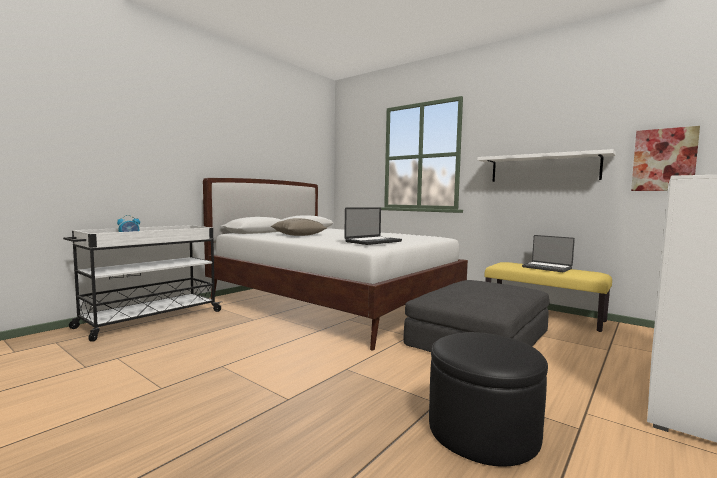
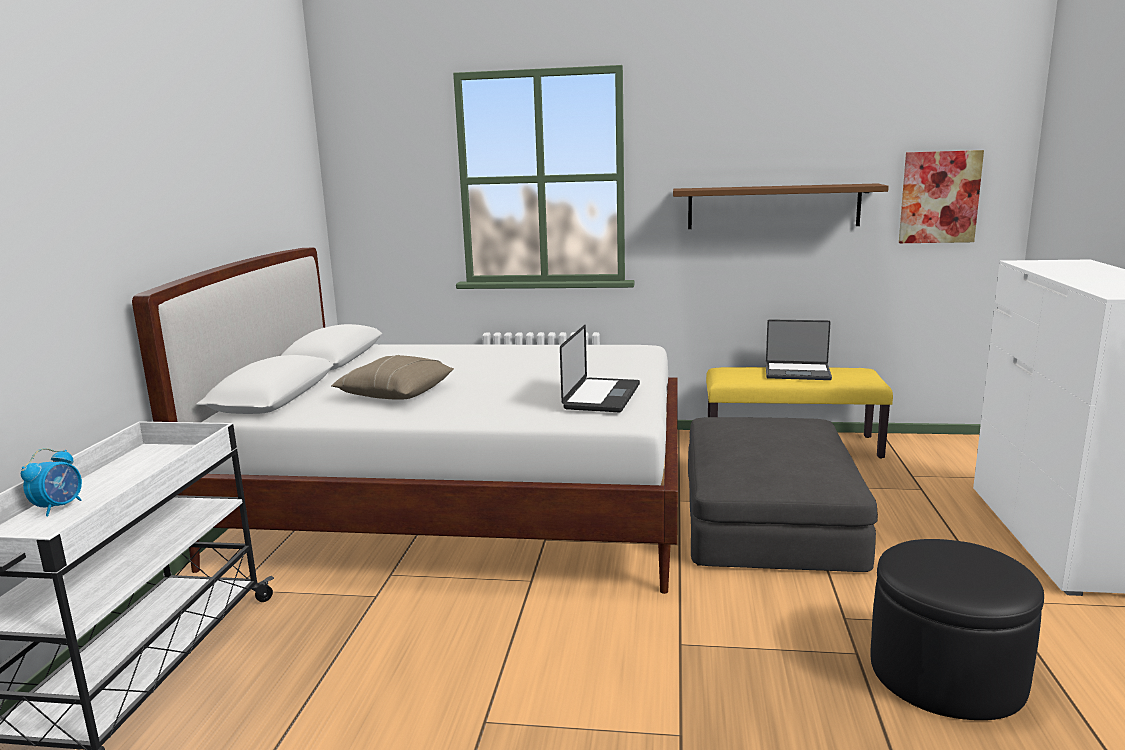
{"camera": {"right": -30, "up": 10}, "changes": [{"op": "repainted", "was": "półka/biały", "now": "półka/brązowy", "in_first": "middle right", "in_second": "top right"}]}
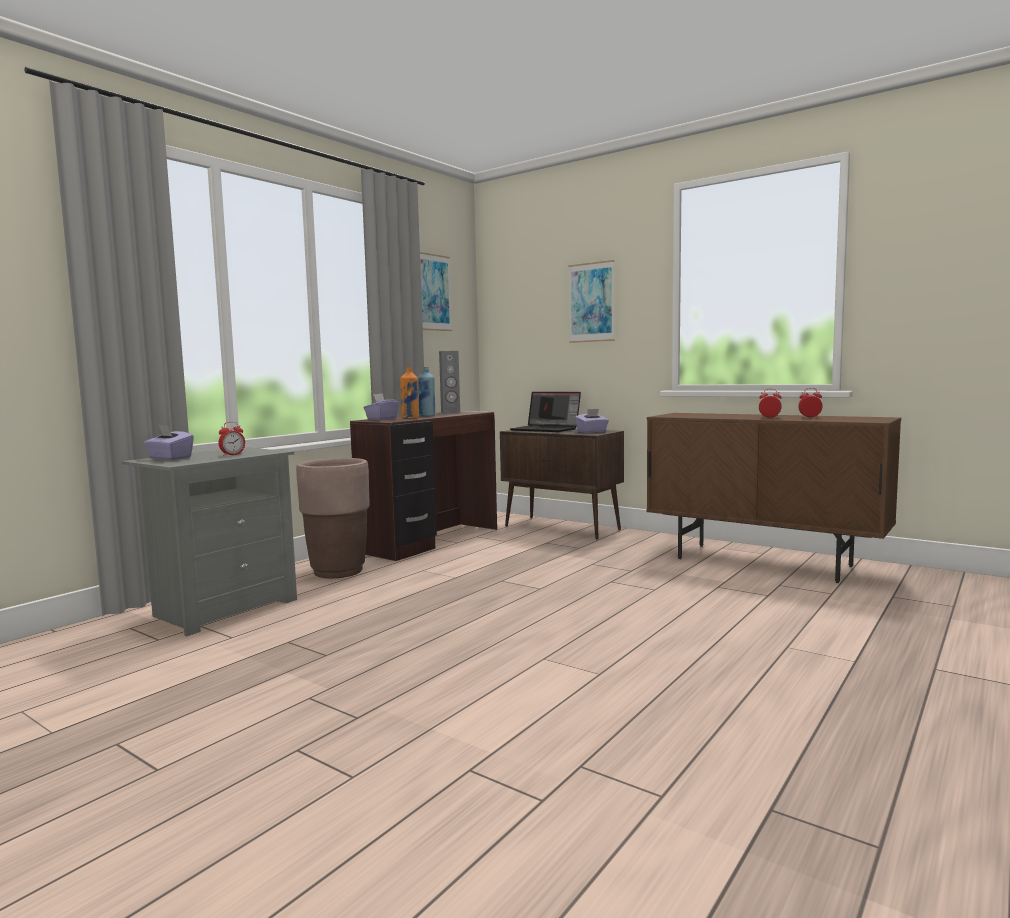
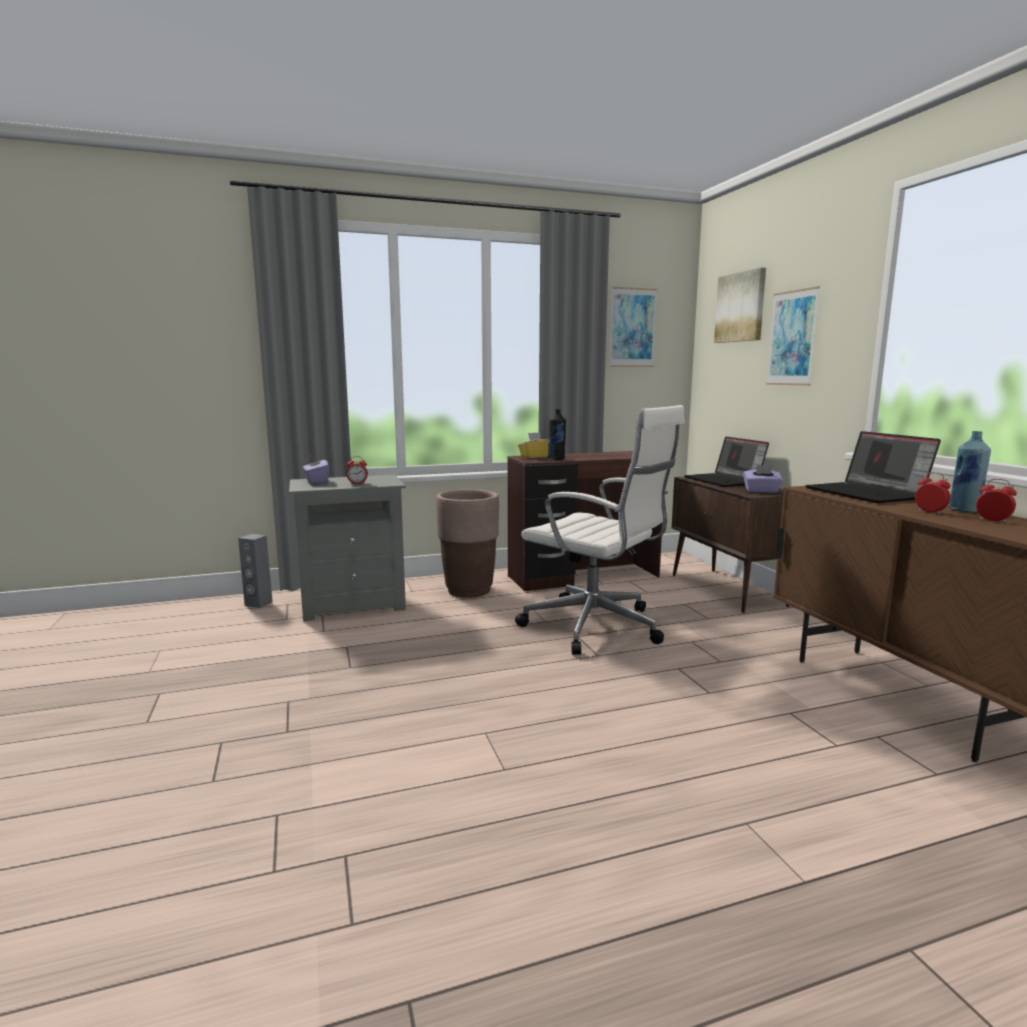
{"camera": {"right": 35, "up": 5}, "changes": [{"op": "repainted", "was": "pudełko chusteczek/fioletowy (no. 2 from left)", "now": "pudełko chusteczek/żółty", "in_first": "centre", "in_second": "centre"}, {"op": "repainted", "was": "butelka/pomarańczowy", "now": "butelka/czarny", "in_first": "centre", "in_second": "centre"}, {"op": "shifted", "was": "butelka/niebieski", "in_first": "centre", "in_second": "middle right"}, {"op": "shifted", "was": "głośnik/szary", "in_first": "centre", "in_second": "middle left"}, {"op": "new", "now": "krzesło biurowe/biały", "in_second": "centre"}, {"op": "new", "now": "obraz (no. 2 from left)", "in_second": "top right"}, {"op": "new", "now": "laptop (no. 2 from left)", "in_second": "middle right"}]}
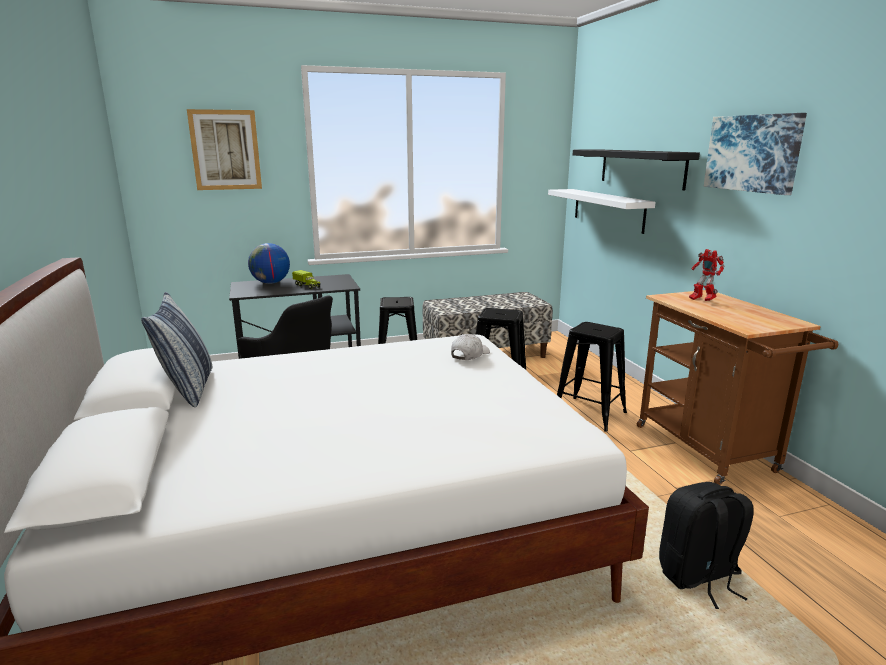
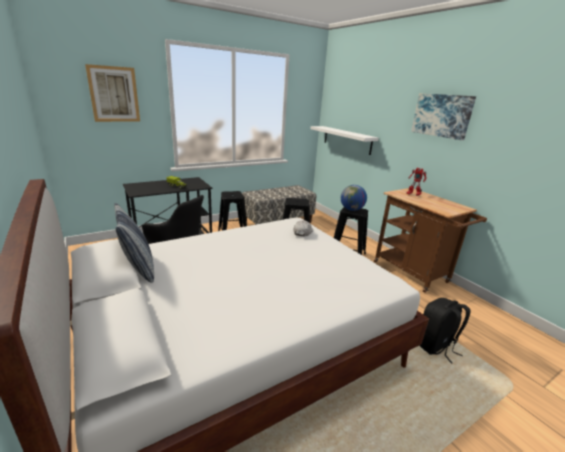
{"camera": {"right": -15, "up": 5}, "changes": [{"op": "shifted", "was": "globus", "in_first": "middle left", "in_second": "centre"}, {"op": "gone", "was": "półka/czarny", "in_first": "top right"}]}
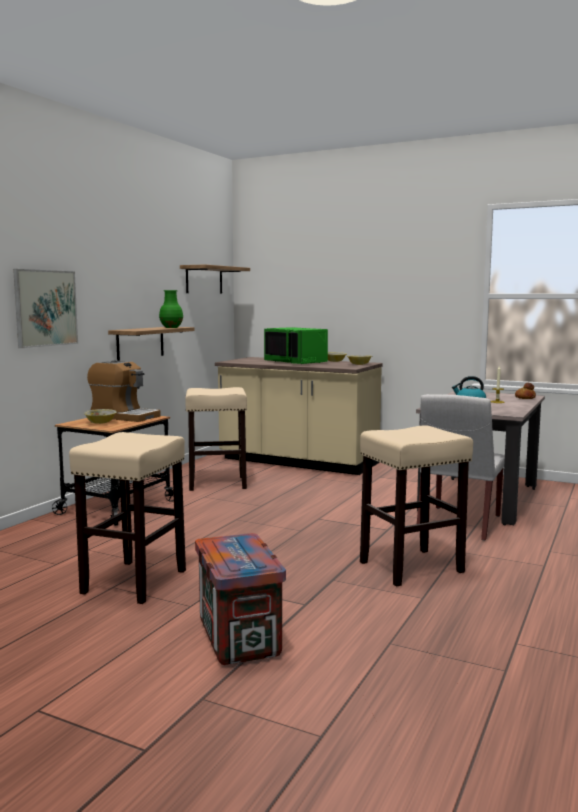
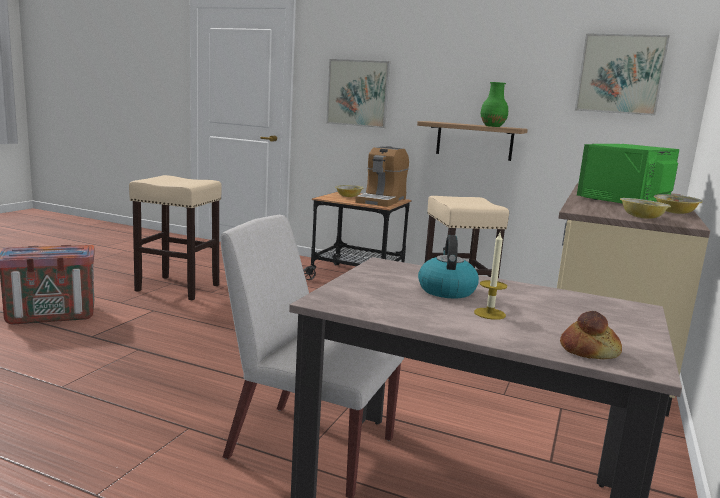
{"camera": {"right": 85, "up": 5}, "changes": [{"op": "swapped", "was": "półka (no. 2 from left)", "now": "obraz (no. 2 from left)", "in_first": "centre", "in_second": "top right"}, {"op": "gone", "was": "stołek/beżowy (no. 3 from left)", "in_first": "middle right"}]}
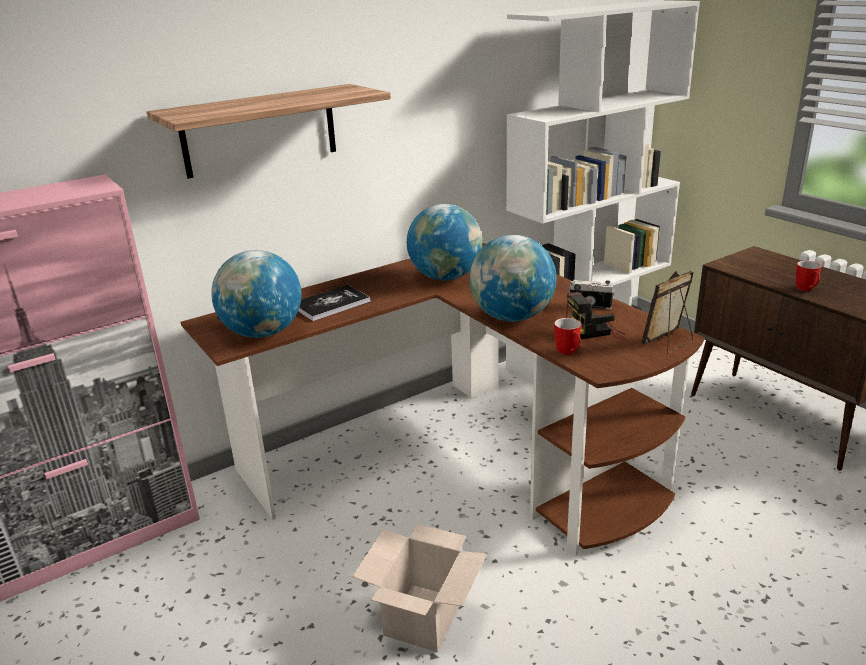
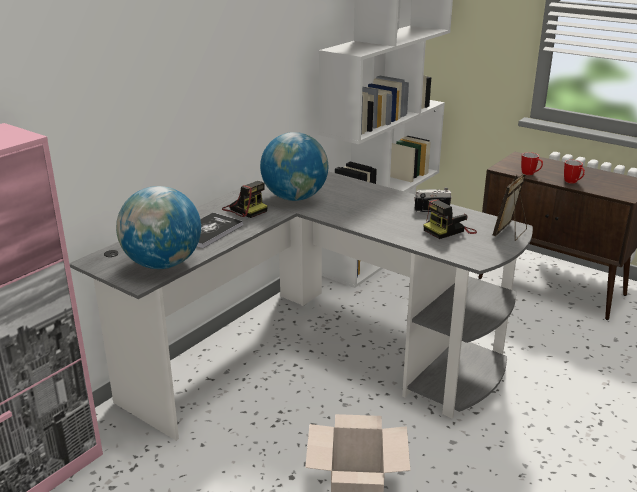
{"camera": {"right": -20, "up": 0}, "changes": [{"op": "gone", "was": "półka", "in_first": "top left"}, {"op": "repainted", "was": "biurko/brązowy", "now": "biurko/szary", "in_first": "centre", "in_second": "centre"}, {"op": "gone", "was": "globus (no. 3 from left)", "in_first": "centre"}, {"op": "shifted", "was": "kubek (no. 1 from left)", "in_first": "centre", "in_second": "top right"}, {"op": "new", "now": "aparat fotograficzny (no. 1 from left)", "in_second": "centre"}]}
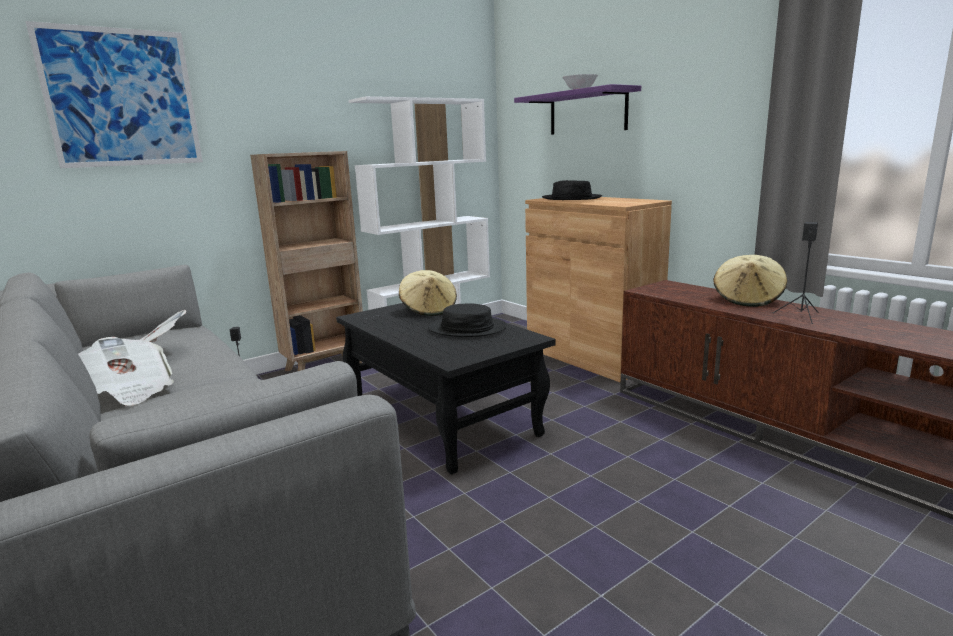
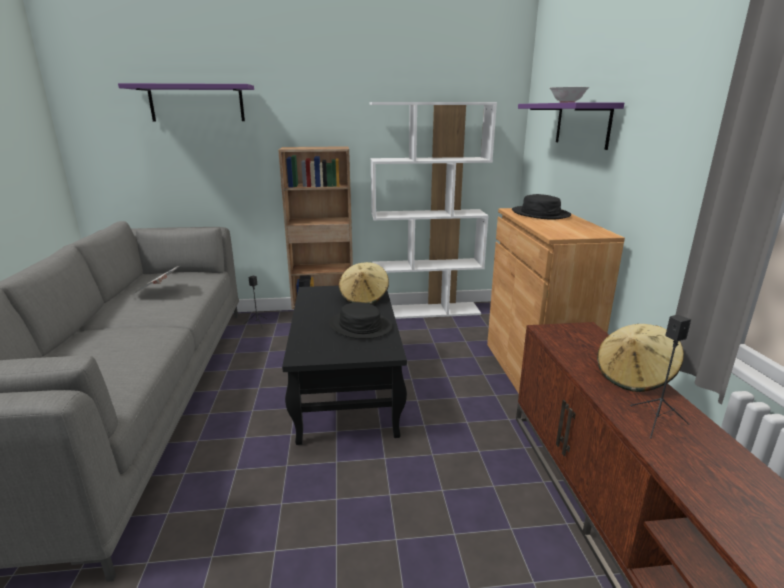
{"camera": {"right": 30, "up": 5}, "changes": [{"op": "swapped", "was": "obraz", "now": "półka/fioletowy (no. 1 from left)", "in_first": "top left", "in_second": "top left"}, {"op": "gone", "was": "gazeta (no. 1 from left)", "in_first": "middle left"}]}
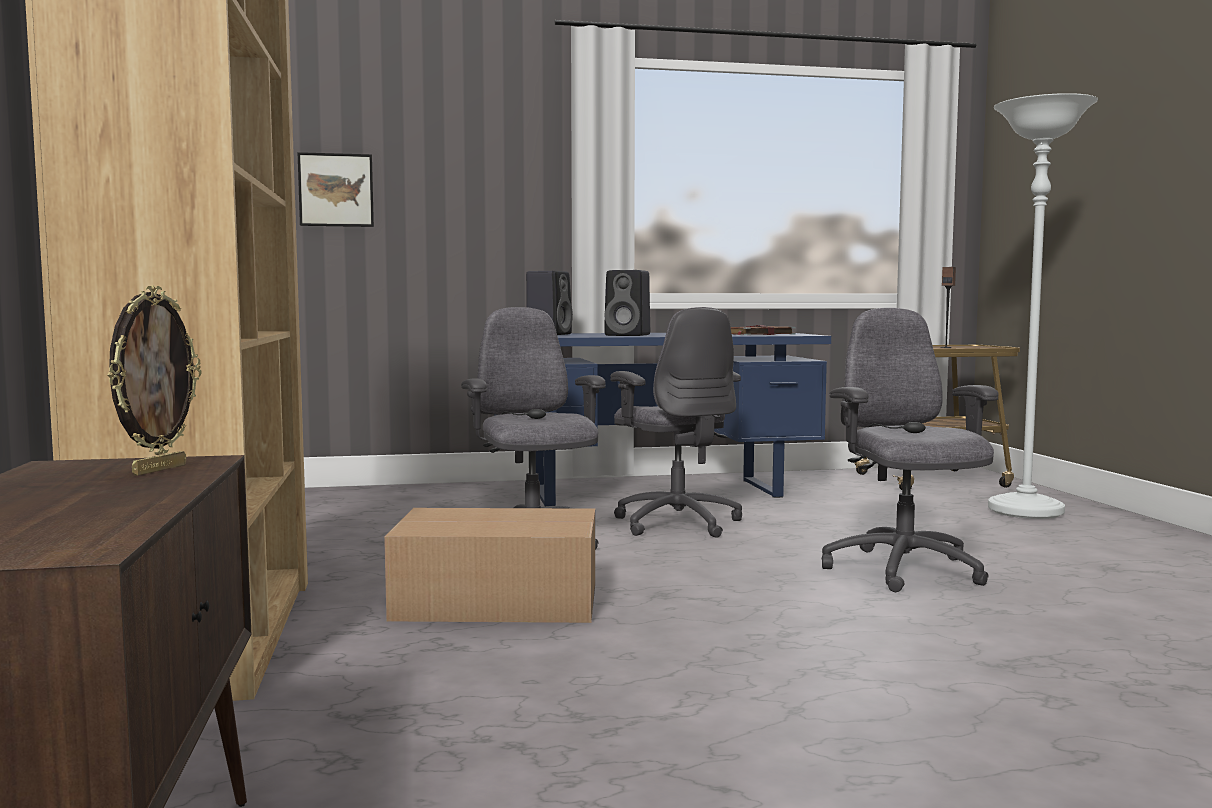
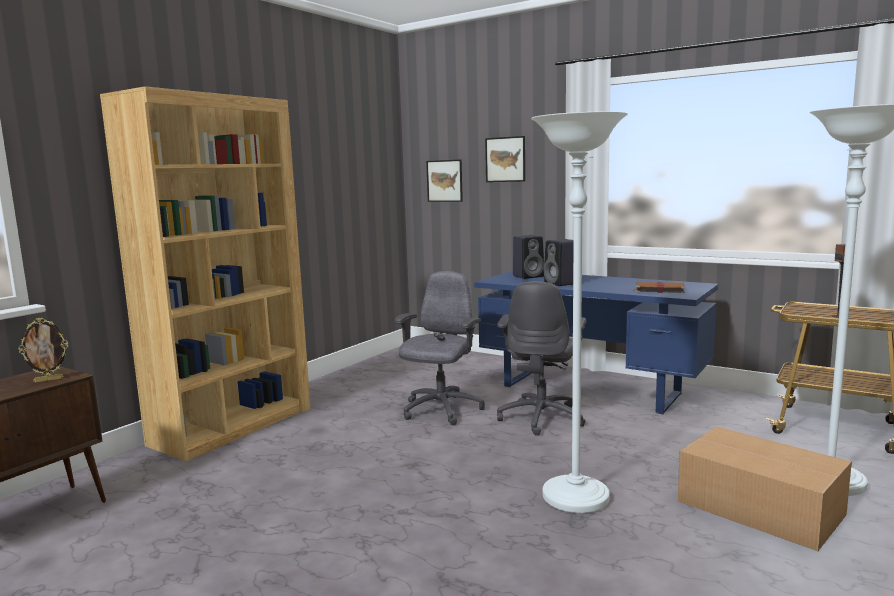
{"camera": {"right": 45, "up": 5}, "changes": [{"op": "shifted", "was": "karton", "in_first": "bottom centre", "in_second": "bottom right"}, {"op": "swapped", "was": "krzesło biurowe/szary (no. 3 from left)", "now": "lampa stojąca/biały (no. 1 from left)", "in_first": "middle right", "in_second": "centre"}, {"op": "new", "now": "obraz (no. 2 from left)", "in_second": "top centre"}]}
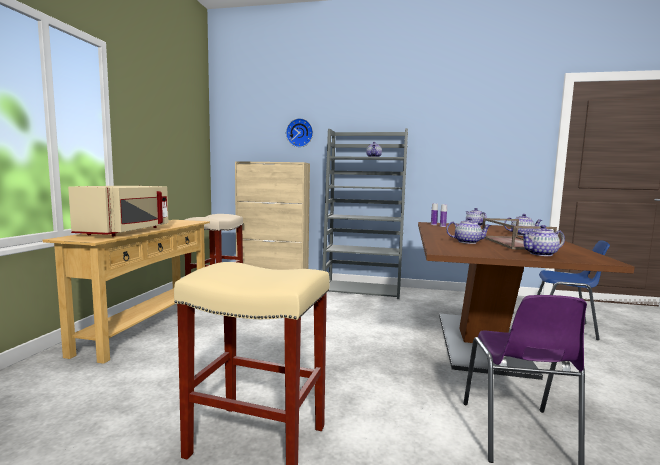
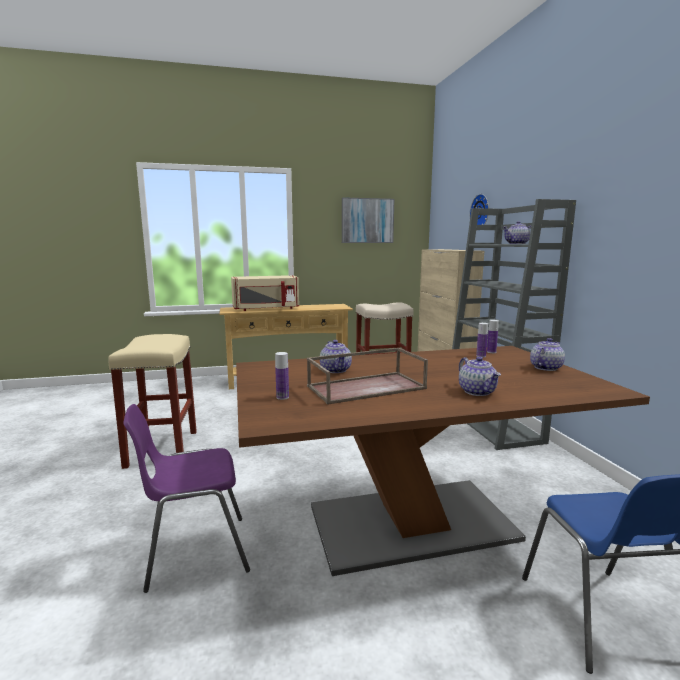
{"camera": {"right": 65, "up": 5}, "changes": [{"op": "swapped", "was": "imbryk (no. 5 from left)", "now": "butelka (no. 1 from left)", "in_first": "middle right", "in_second": "centre"}, {"op": "new", "now": "obraz", "in_second": "top centre"}]}
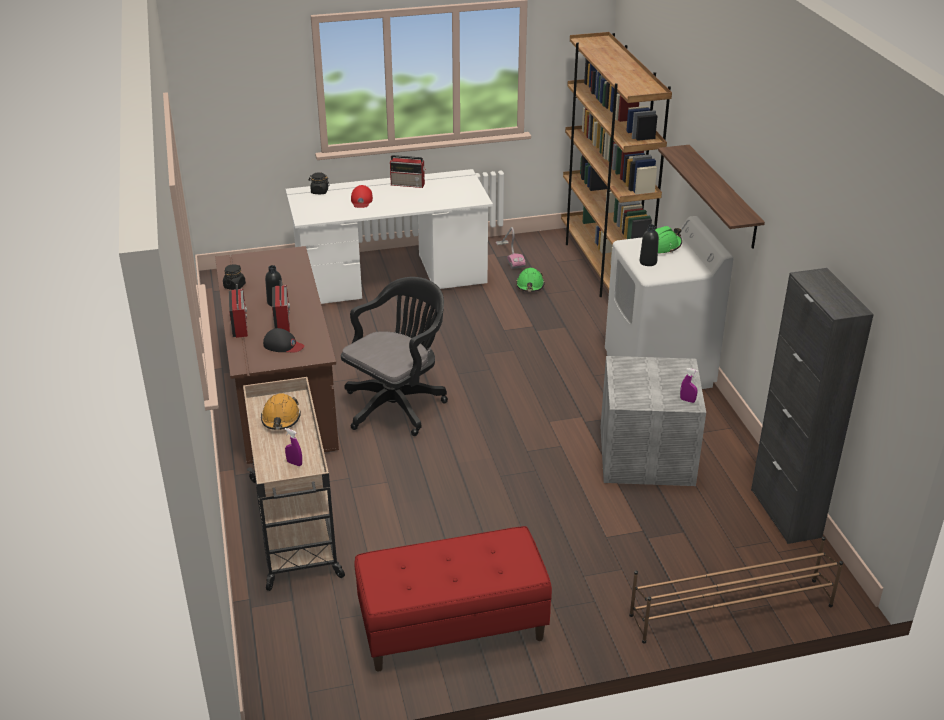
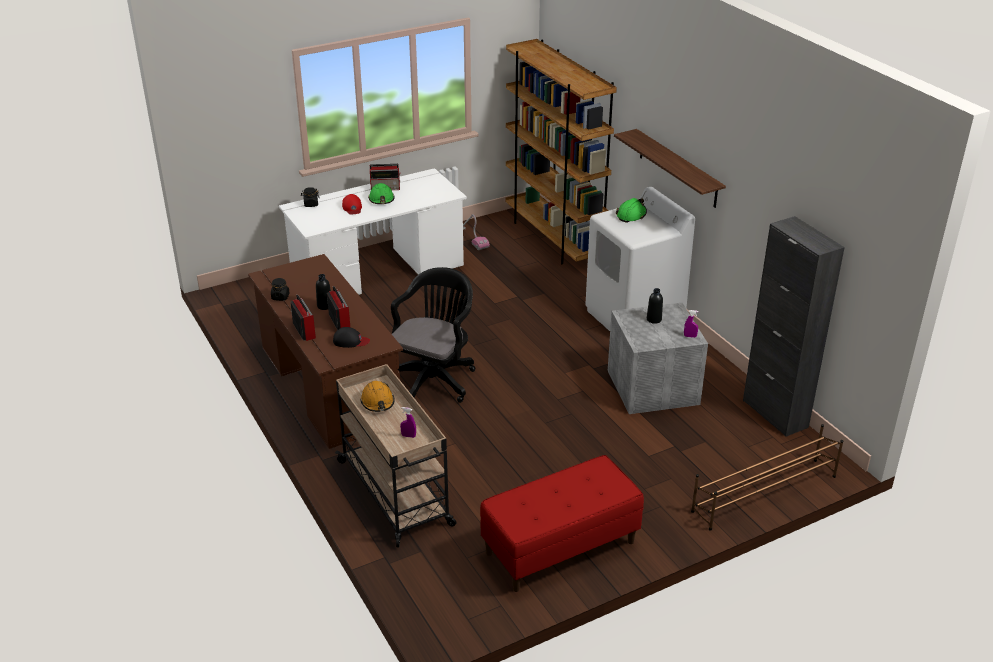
{"camera": {"right": -15, "up": 0}, "changes": [{"op": "shifted", "was": "kask/zielony (no. 1 from left)", "in_first": "centre", "in_second": "top centre"}, {"op": "shifted", "was": "butelka/czarny (no. 2 from left)", "in_first": "middle right", "in_second": "centre"}]}
